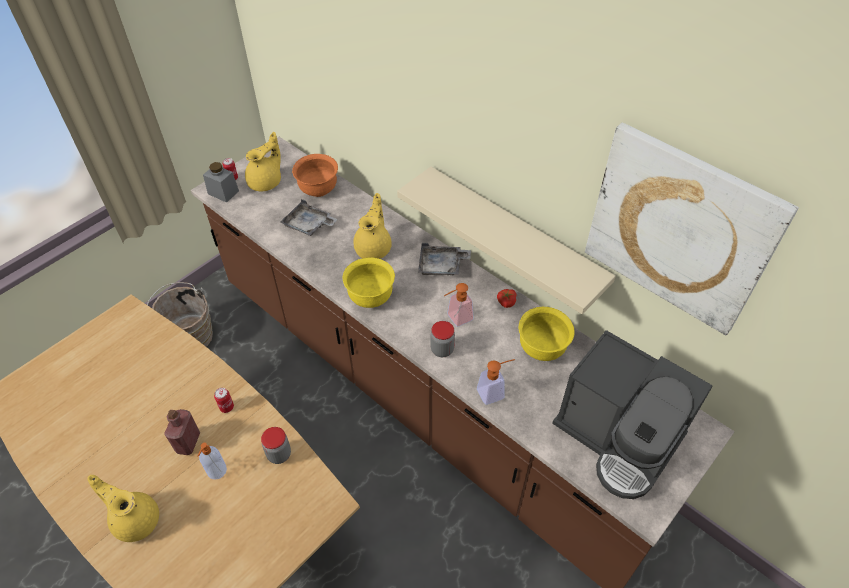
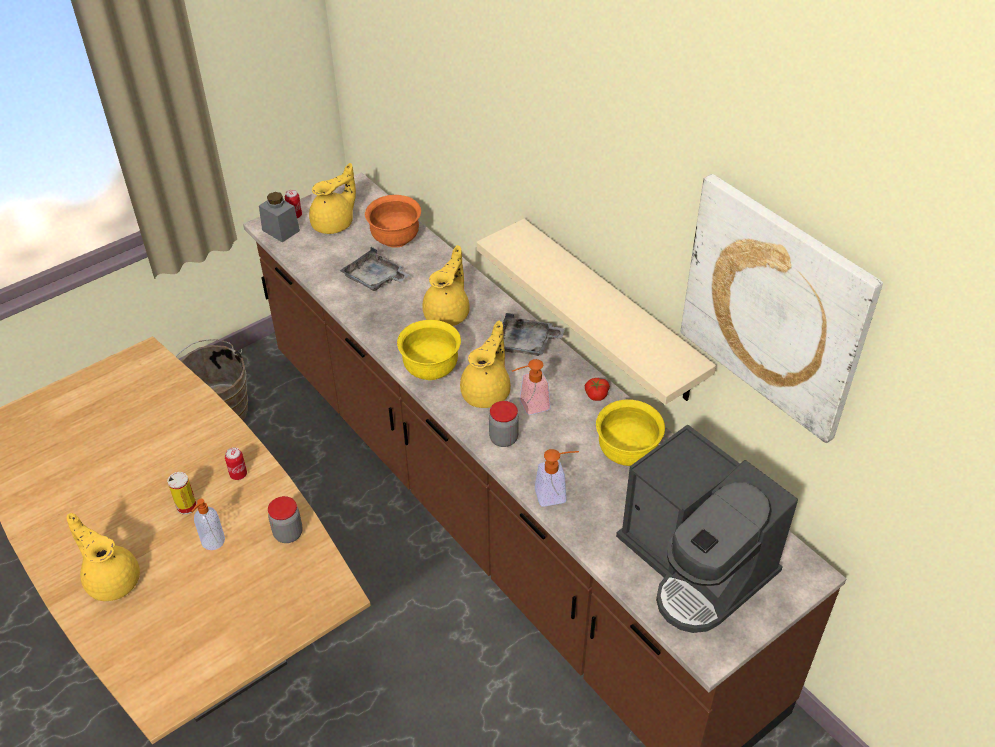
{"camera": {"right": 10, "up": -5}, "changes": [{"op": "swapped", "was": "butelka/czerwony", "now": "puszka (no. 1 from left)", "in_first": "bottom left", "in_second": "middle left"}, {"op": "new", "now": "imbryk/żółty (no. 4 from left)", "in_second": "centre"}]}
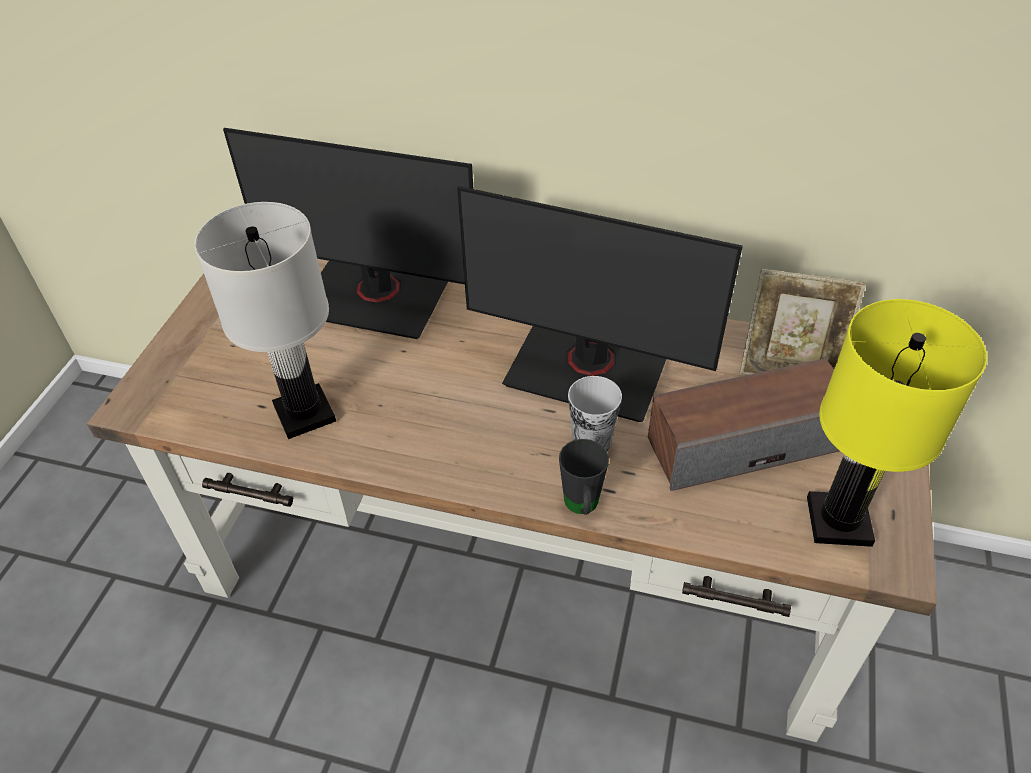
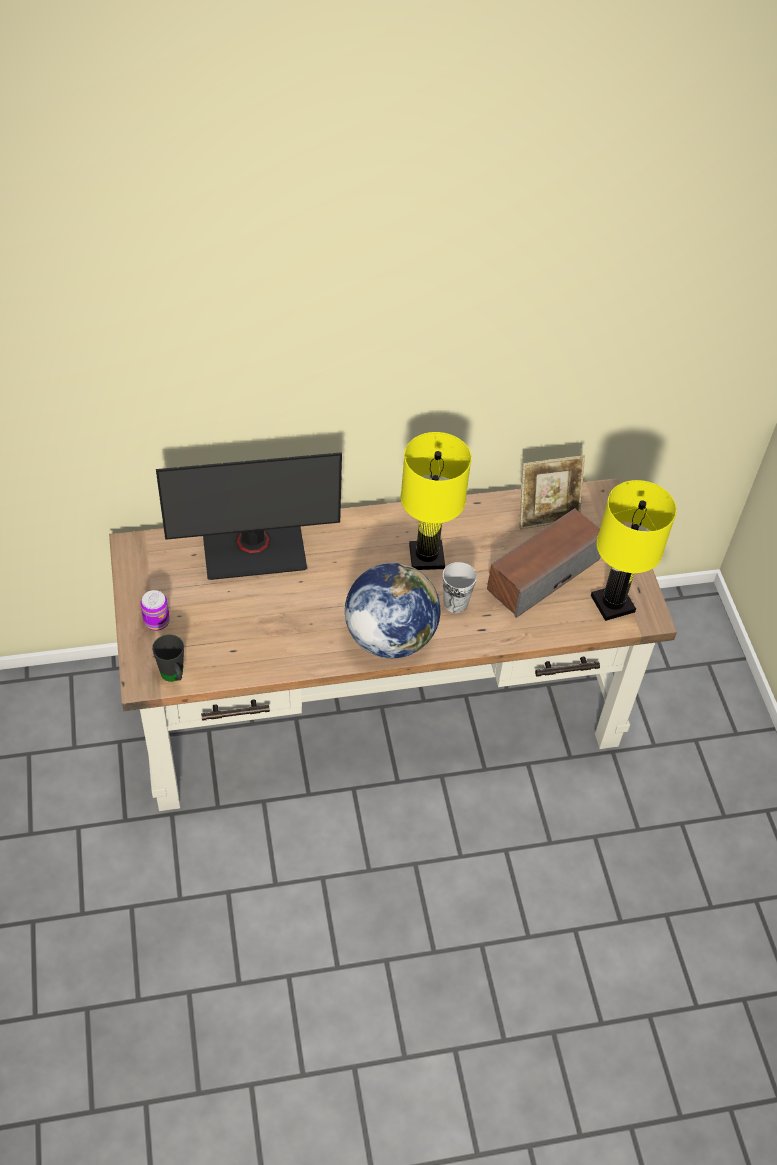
{"camera": {"right": -30, "up": 5}, "changes": [{"op": "gone", "was": "lampa stołowa/biały", "in_first": "middle left"}, {"op": "swapped", "was": "monitor (no. 2 from left)", "now": "lampa stołowa/żółty (no. 1 from left)", "in_first": "centre", "in_second": "centre"}, {"op": "shifted", "was": "kubek/czarny", "in_first": "centre", "in_second": "middle left"}, {"op": "new", "now": "puszka", "in_second": "middle left"}, {"op": "new", "now": "globus", "in_second": "centre"}]}
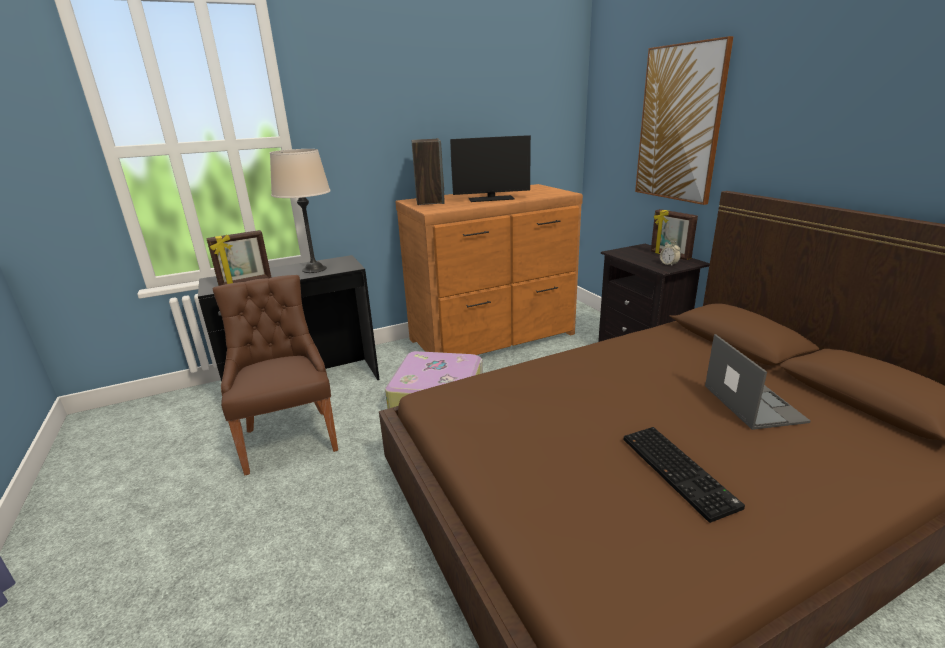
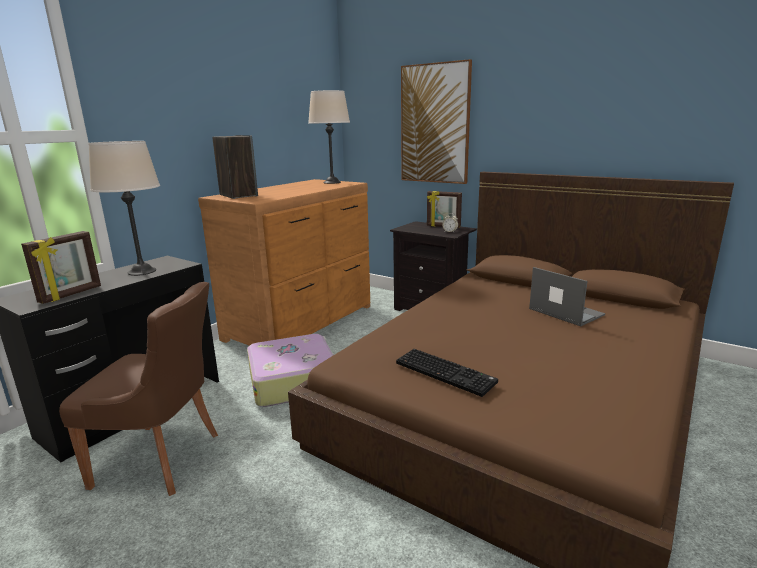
{"camera": {"right": -30, "up": -5}, "changes": [{"op": "rotated", "was": "krzesło/brązowy", "in_first": "middle left", "in_second": "bottom left", "clockwise": 150}, {"op": "gone", "was": "monitor", "in_first": "top centre"}, {"op": "shifted", "was": "klawiatura", "in_first": "bottom right", "in_second": "centre"}, {"op": "new", "now": "lampa stołowa/beżowy (no. 2 from left)", "in_second": "top centre"}]}
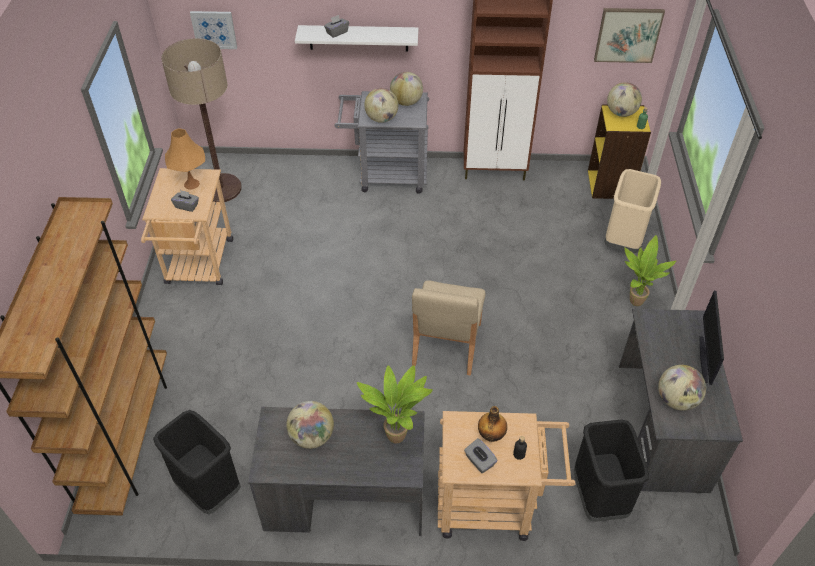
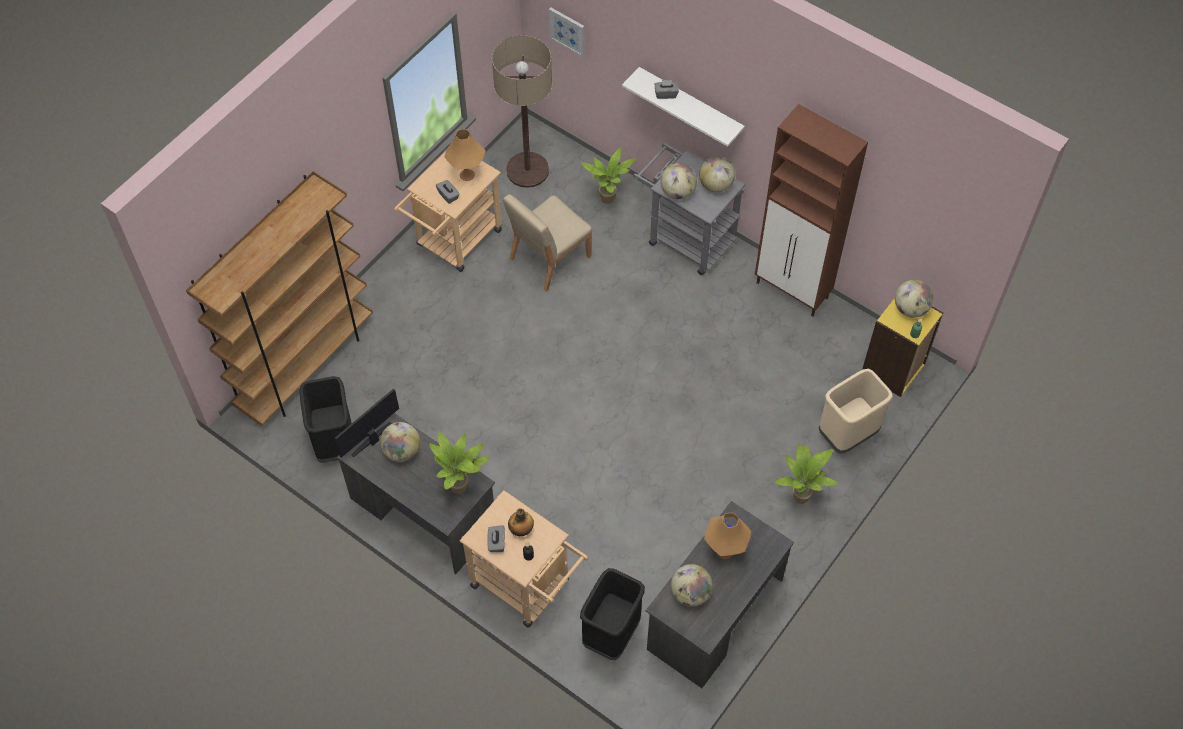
{"camera": {"right": 35, "up": 10}, "changes": [{"op": "shifted", "was": "krzesło/beżowy", "in_first": "centre", "in_second": "top centre"}, {"op": "gone", "was": "obraz (no. 2 from left)", "in_first": "top right"}, {"op": "shifted", "was": "monitor", "in_first": "middle right", "in_second": "middle left"}, {"op": "new", "now": "roślina doniczkowa (no. 2 from left)", "in_second": "top centre"}, {"op": "new", "now": "lampa stołowa/pomarańczowy (no. 2 from left)", "in_second": "bottom centre"}]}
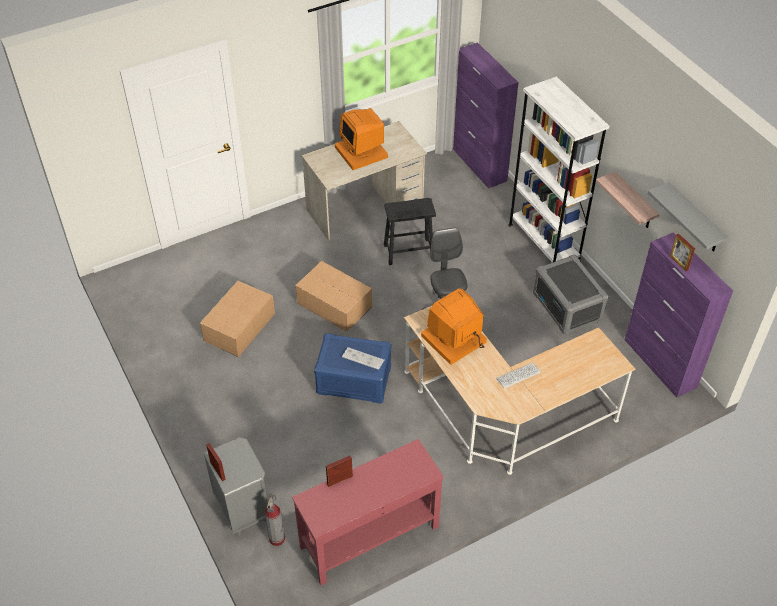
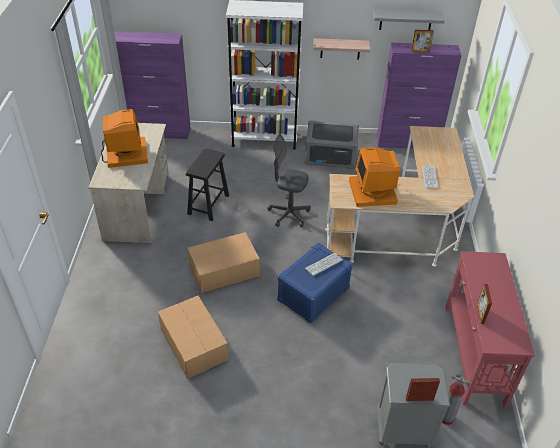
{"camera": {"right": -60, "up": -5}, "changes": [{"op": "rotated", "was": "monitor (no. 1 from left)", "in_first": "top centre", "in_second": "top left", "clockwise": -105}]}
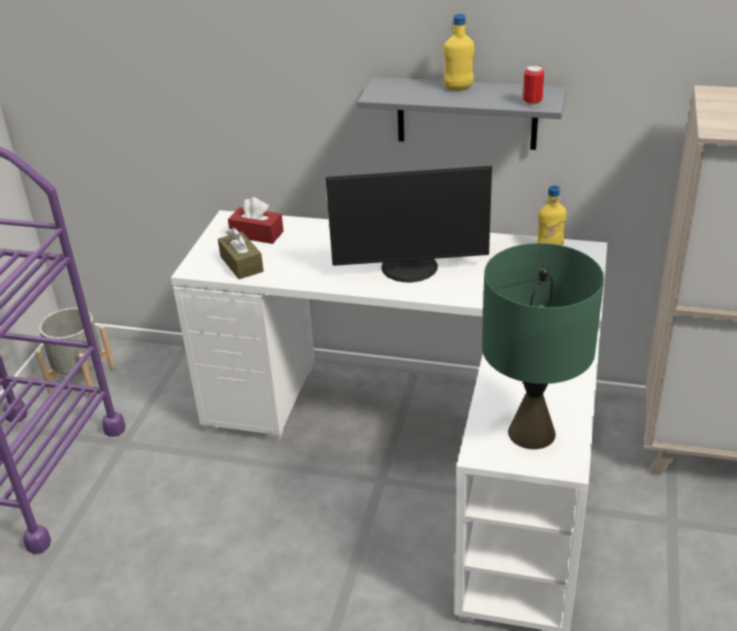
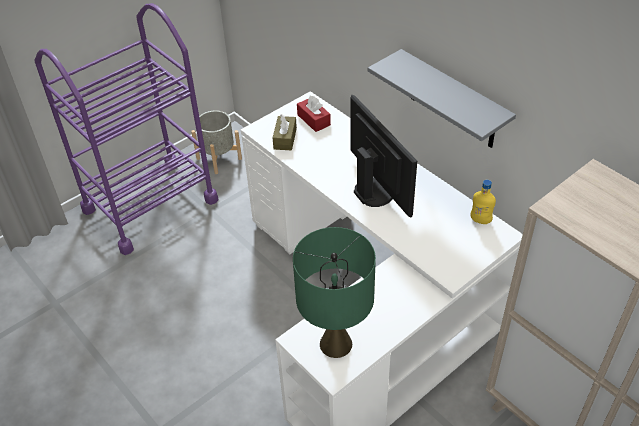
{"camera": {"right": 35, "up": 10}, "changes": [{"op": "rotated", "was": "monitor", "in_first": "centre", "in_second": "centre", "clockwise": -150}, {"op": "gone", "was": "butelka/żółty (no. 1 from left)", "in_first": "top centre"}, {"op": "gone", "was": "puszka", "in_first": "top right"}]}
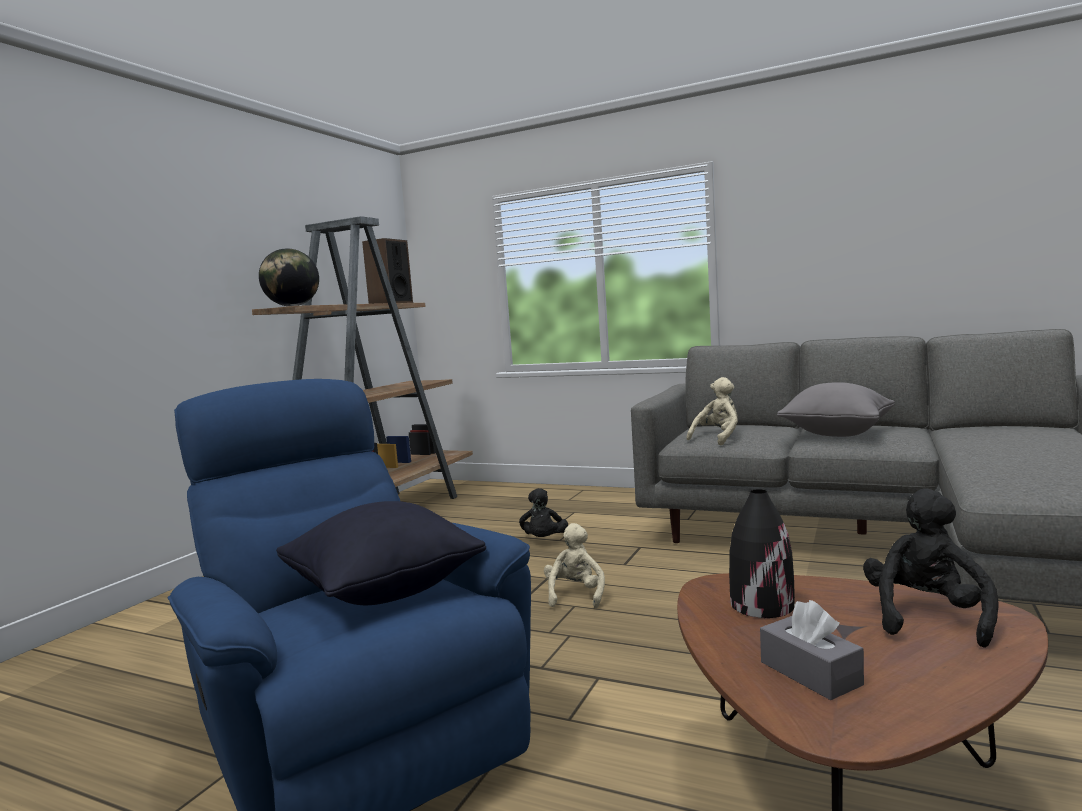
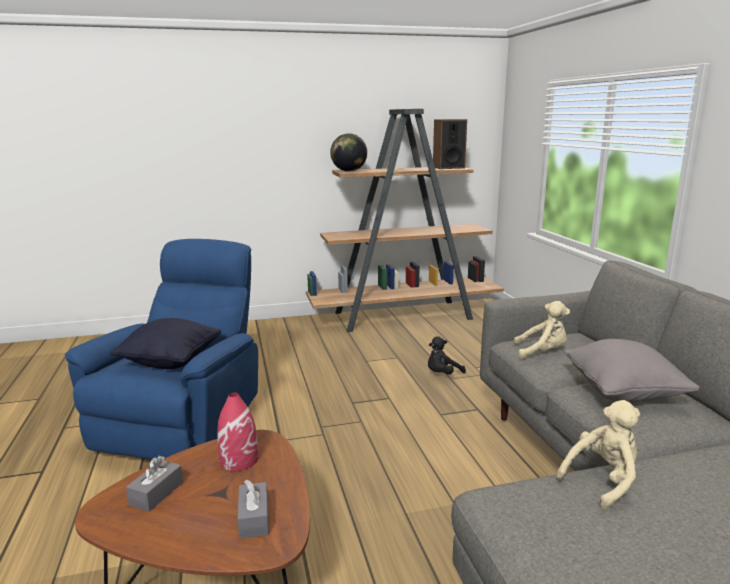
{"camera": {"right": 50, "up": 10}, "changes": [{"op": "shifted", "was": "pluszak/beżowy (no. 1 from left in the first image)", "now": "pluszak/beżowy (no. 2 from left)", "in_first": "bottom centre", "in_second": "bottom right"}, {"op": "repainted", "was": "wazon/czarny", "now": "wazon/czerwony", "in_first": "bottom right", "in_second": "bottom left"}, {"op": "swapped", "was": "pluszak/czarny (no. 2 from left)", "now": "pudełko chusteczek/szary (no. 2 from left)", "in_first": "bottom right", "in_second": "bottom centre"}]}
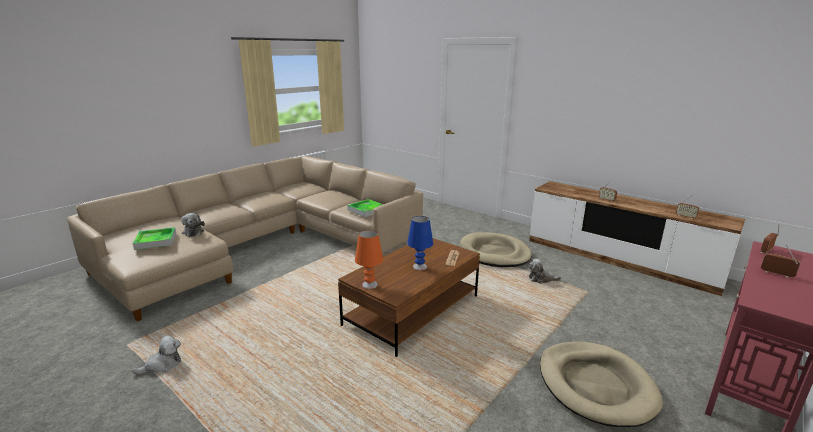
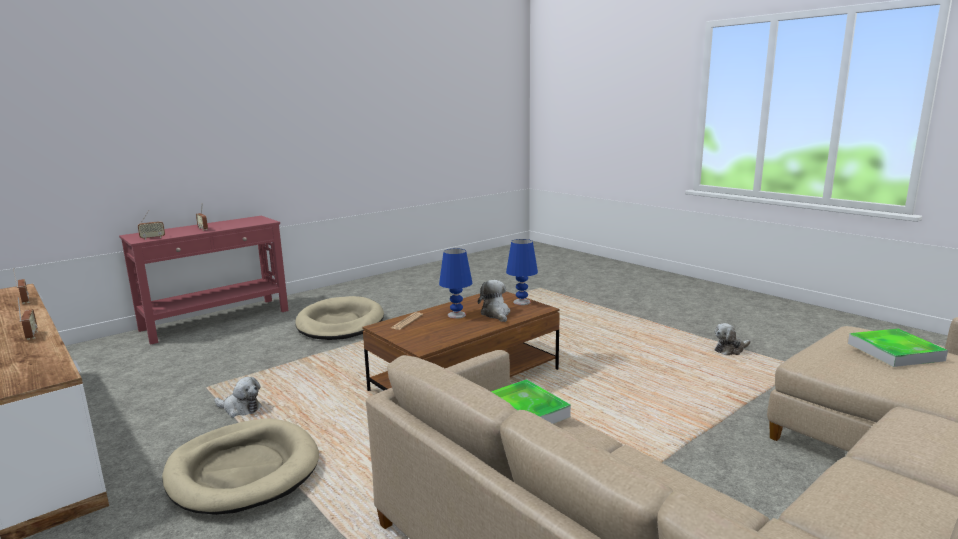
{"camera": {"right": -170, "up": -5}, "changes": [{"op": "shifted", "was": "pluszak (no. 2 from left)", "in_first": "middle left", "in_second": "centre"}, {"op": "repainted", "was": "lampa stołowa/pomarańczowy", "now": "lampa stołowa/niebieski (no. 2 from left)", "in_first": "centre", "in_second": "centre"}]}
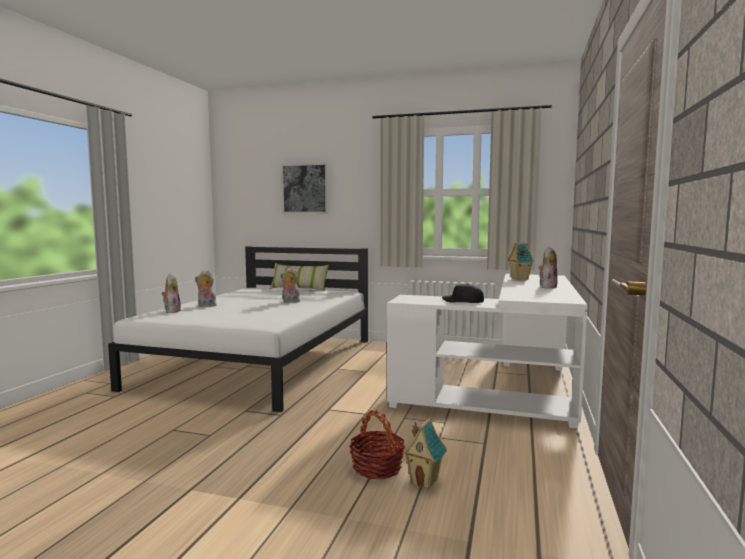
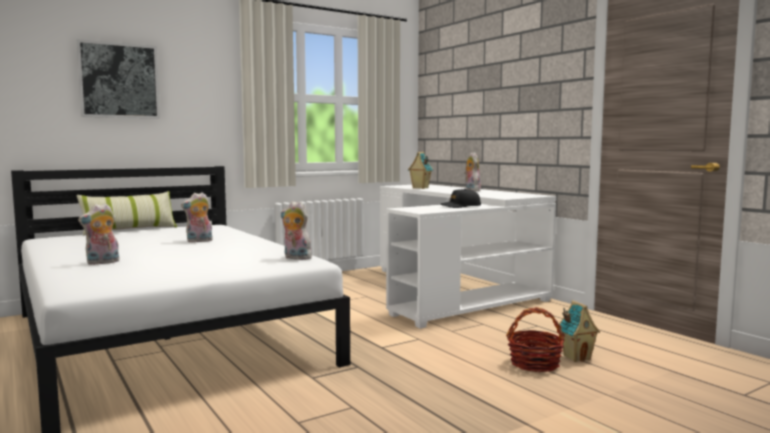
{"camera": {"right": -50, "up": 0}, "changes": [{"op": "shifted", "was": "pluszak (no. 1 from left in the first image)", "now": "pluszak (no. 3 from left)", "in_first": "middle left", "in_second": "centre"}]}
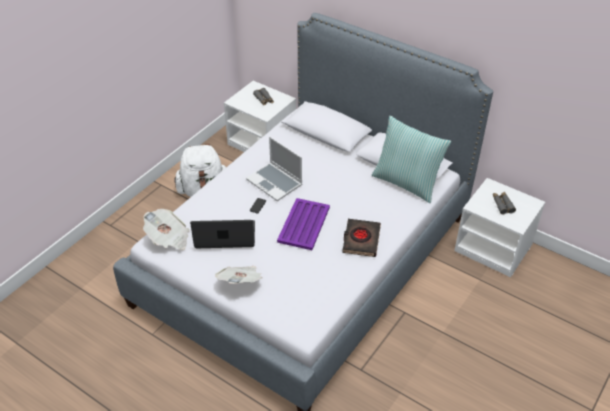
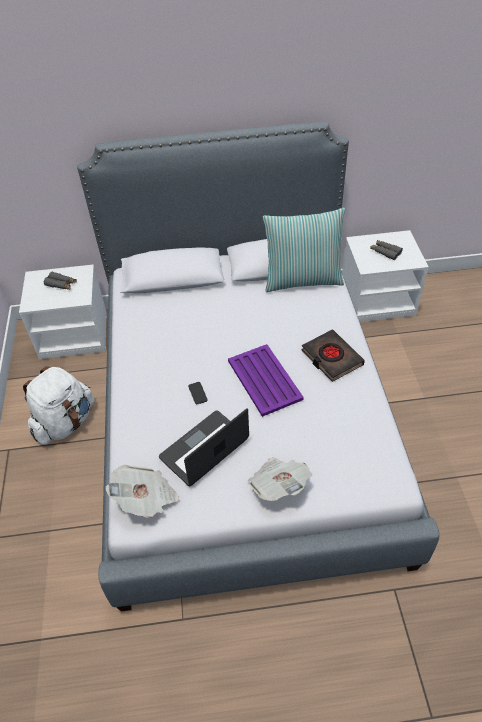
{"camera": {"right": -40, "up": 5}, "changes": [{"op": "gone", "was": "laptop (no. 2 from left)", "in_first": "centre"}]}
